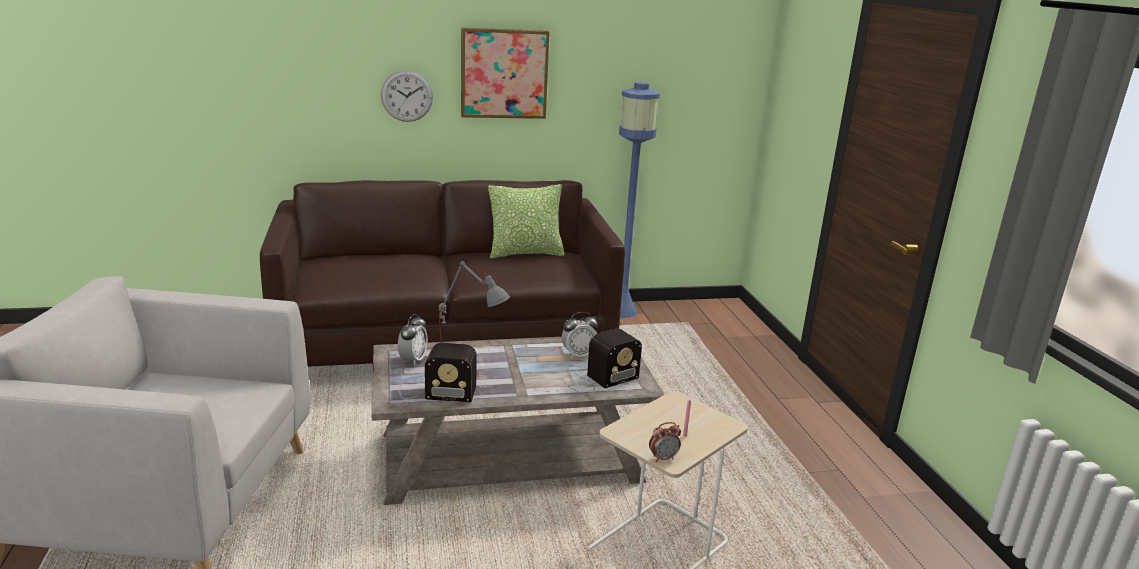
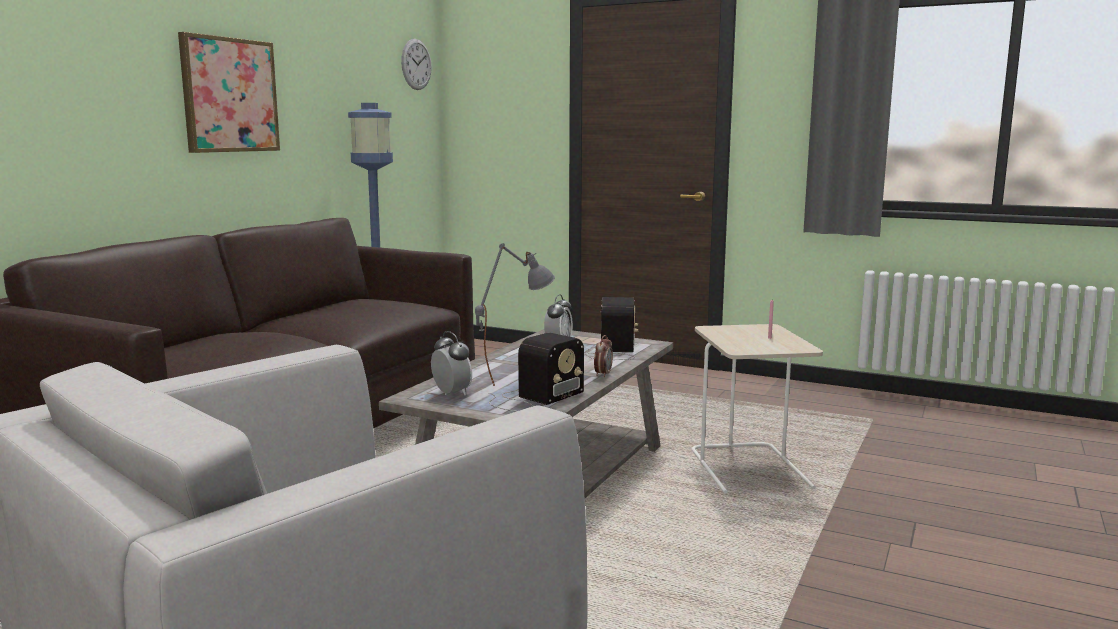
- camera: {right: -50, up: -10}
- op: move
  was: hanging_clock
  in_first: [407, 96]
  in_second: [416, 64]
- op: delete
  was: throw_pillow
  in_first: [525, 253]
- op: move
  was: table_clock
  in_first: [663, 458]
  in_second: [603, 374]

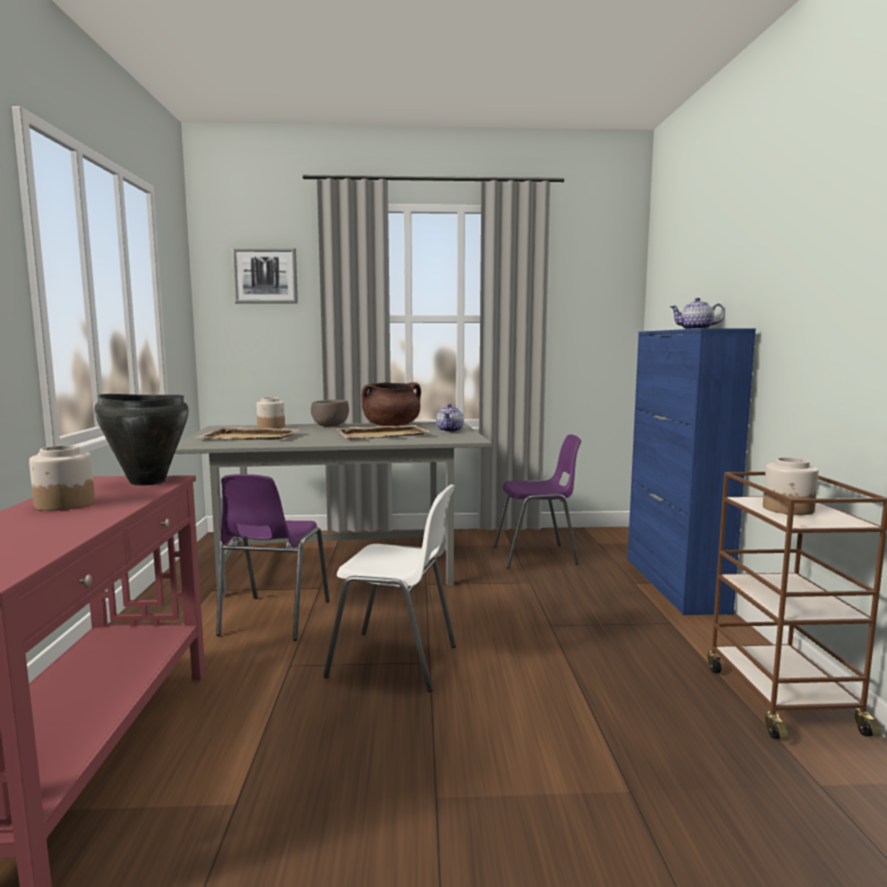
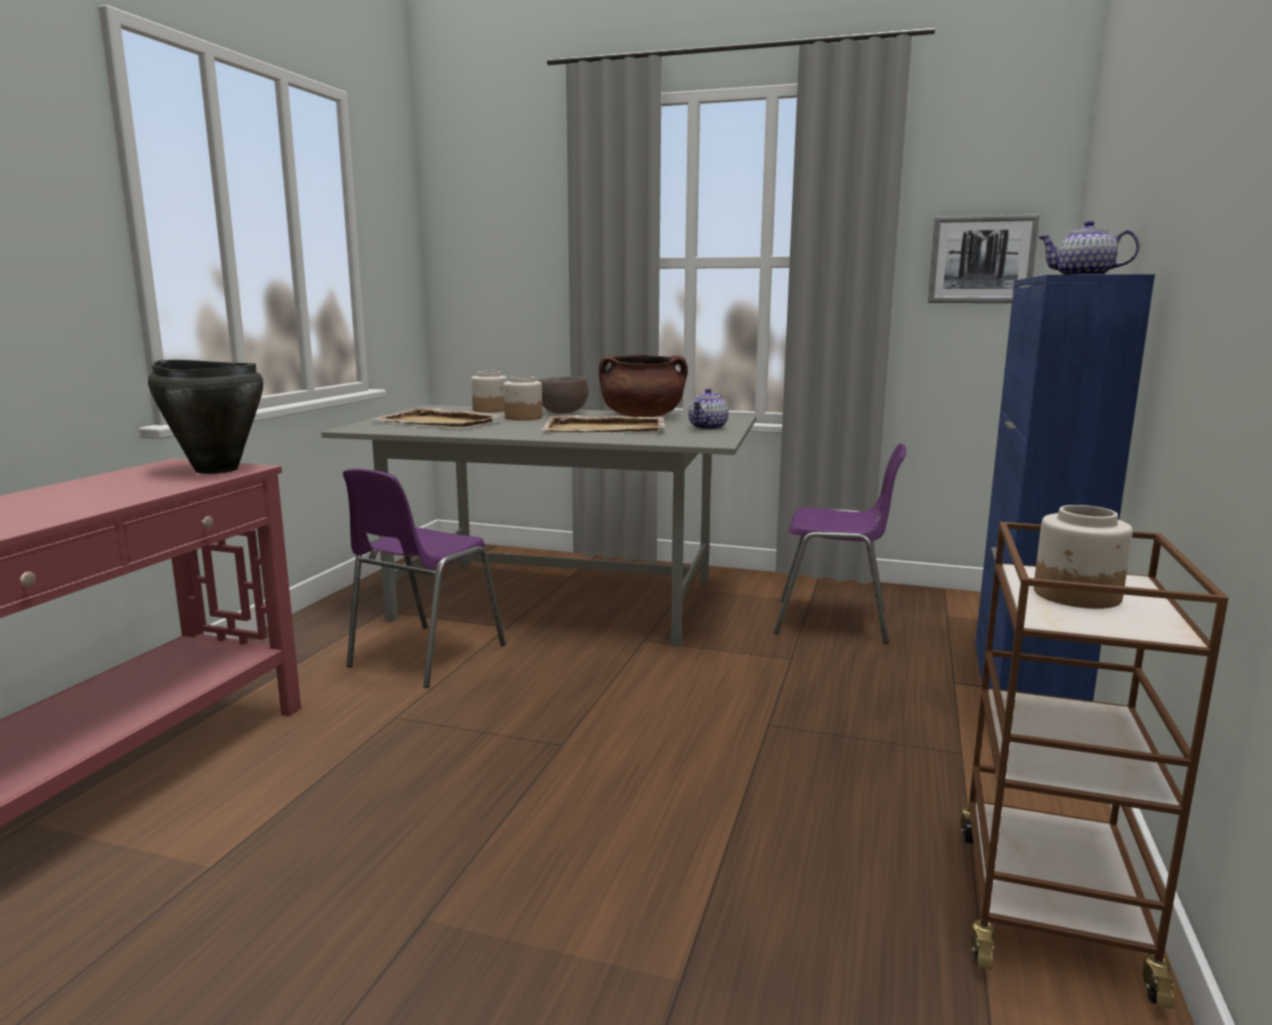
- camera: {right: 20, up: 5}
- op: move
  was: preserve_jar
  in_first: [64, 504]
  in_second: [523, 418]
- op: move
  was: picture
  in_first: [265, 276]
  in_second: [981, 260]
- op: delete
  was: white-coloured_plain_chair
  in_first: [396, 662]

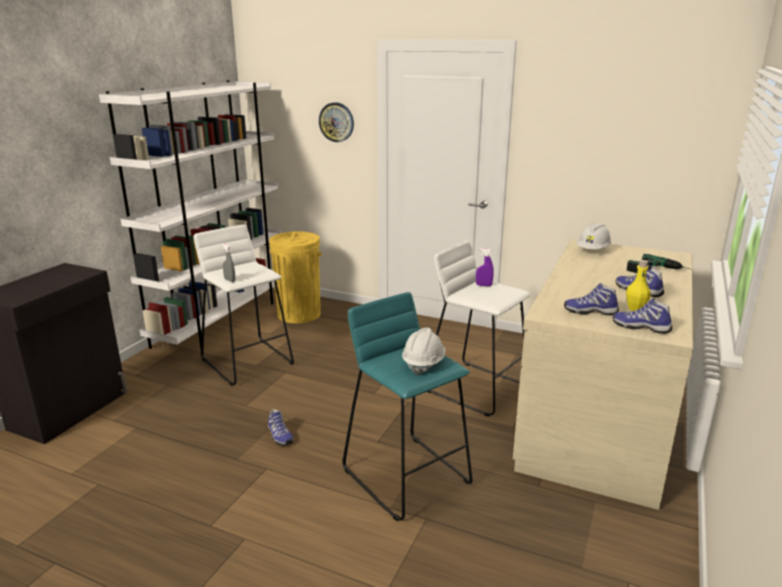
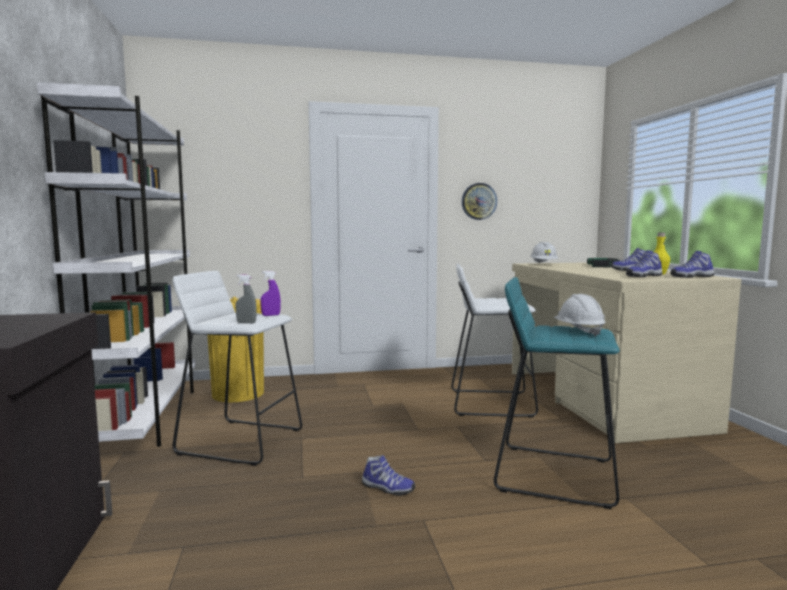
- camera: {right: -35, up: -15}
- op: move
  was: hanging_clock
  in_first: [336, 122]
  in_second: [479, 201]
- op: move
  was: purplish_sprayer
  in_first: [483, 285]
  in_second: [271, 315]

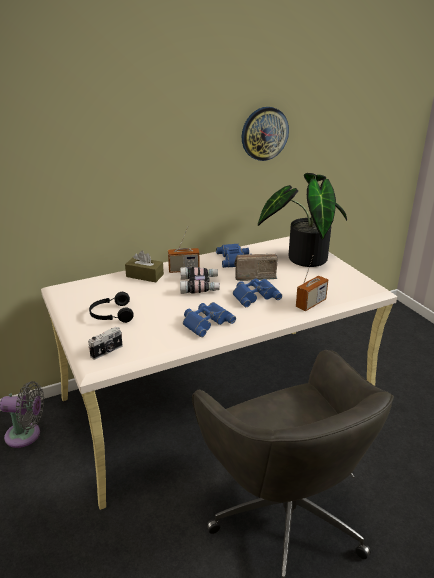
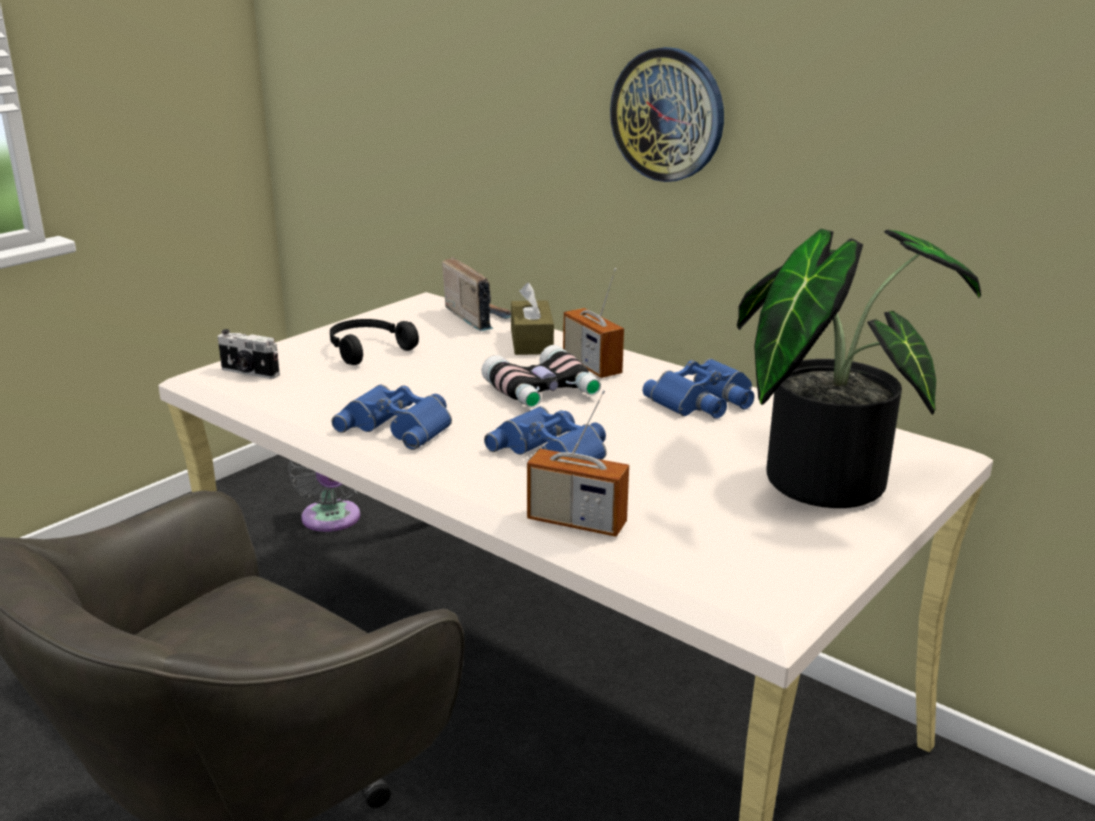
- camera: {right: 65, up: -5}
- op: move
  was: radio_receiver
  in_first: [253, 276]
  in_second: [477, 317]
- op: move
  was: hanging_clock
  in_first: [264, 133]
  in_second: [668, 115]

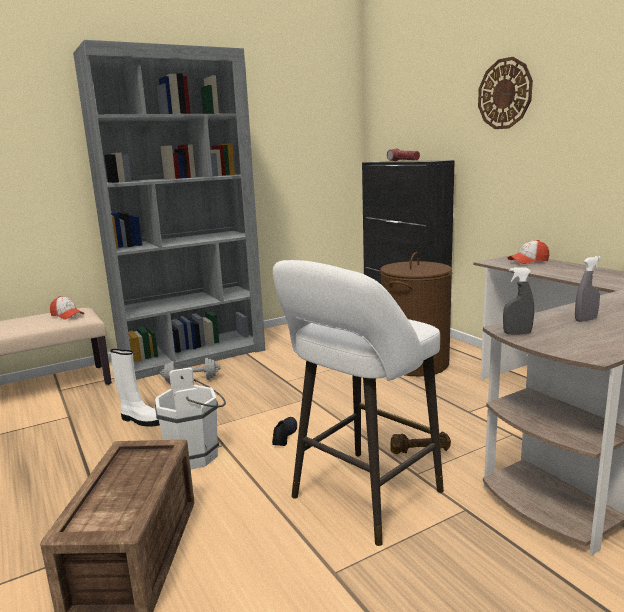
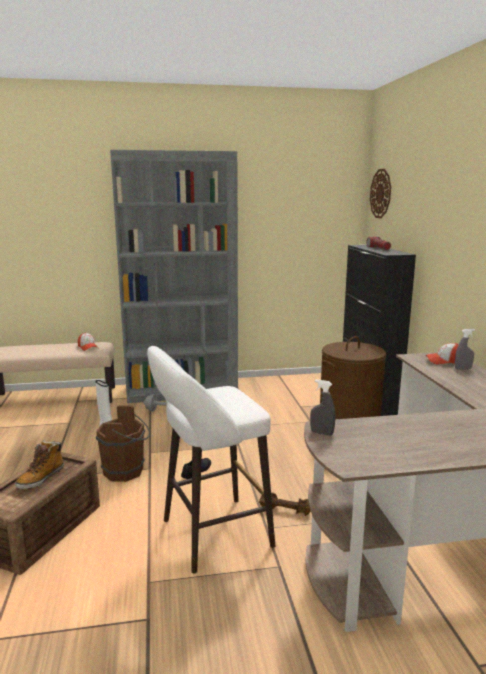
- camera: {right: 20, up: 0}
- op: recolor
  was: white-coloured_water_bucket
  now: brown-coloured_water_bucket
  in_first: [197, 455]
  in_second: [127, 471]
- op: move
  was: hanging_clock
  in_first: [504, 94]
  in_second: [381, 193]
- op: move
  was: grey_sprayer
  in_first: [585, 320]
  in_second: [463, 369]
- op: insert
  now: tall_boot
  in_second: [41, 478]

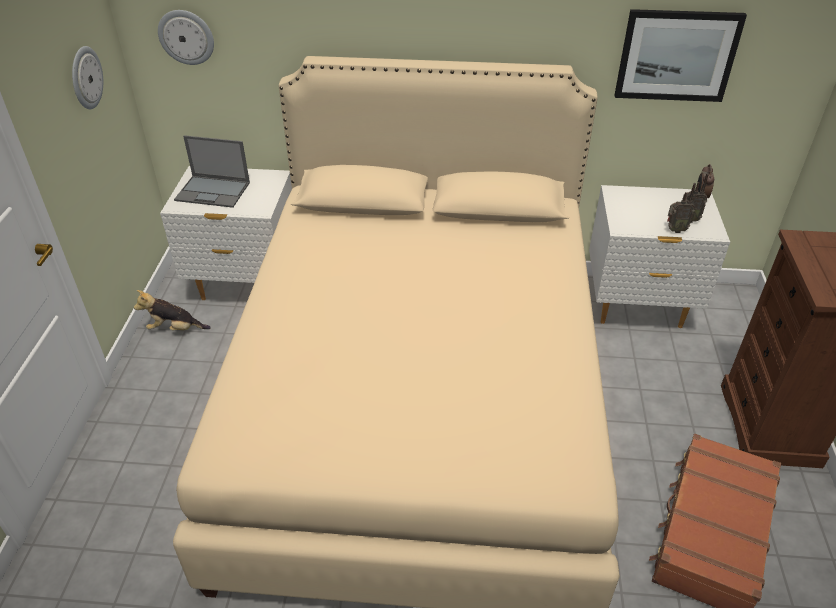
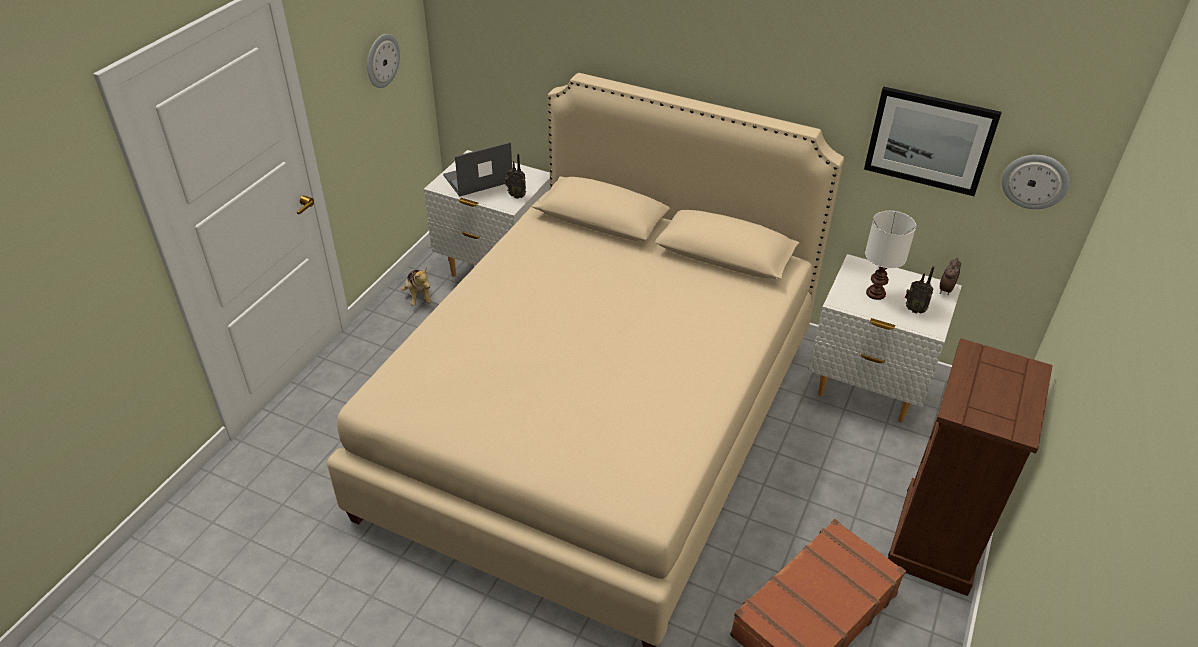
- camera: {right: 20, up: 0}
- op: rotate
  was: cuddly_toy
  in_first: [175, 329]
  in_second: [418, 296]
  clockwise: -135
- op: move
  was: hanging_clock
  in_first: [186, 37]
  in_second: [1035, 181]
- op: rotate
  was: portable_computer
  in_first: [214, 191]
  in_second: [477, 179]
  clockwise: 120
- op: move
  was: radio_receiver
  in_first: [675, 230]
  in_second: [517, 195]
- op: insert
  now: white-coloured_lamp_for_a_table
  in_second: [875, 294]

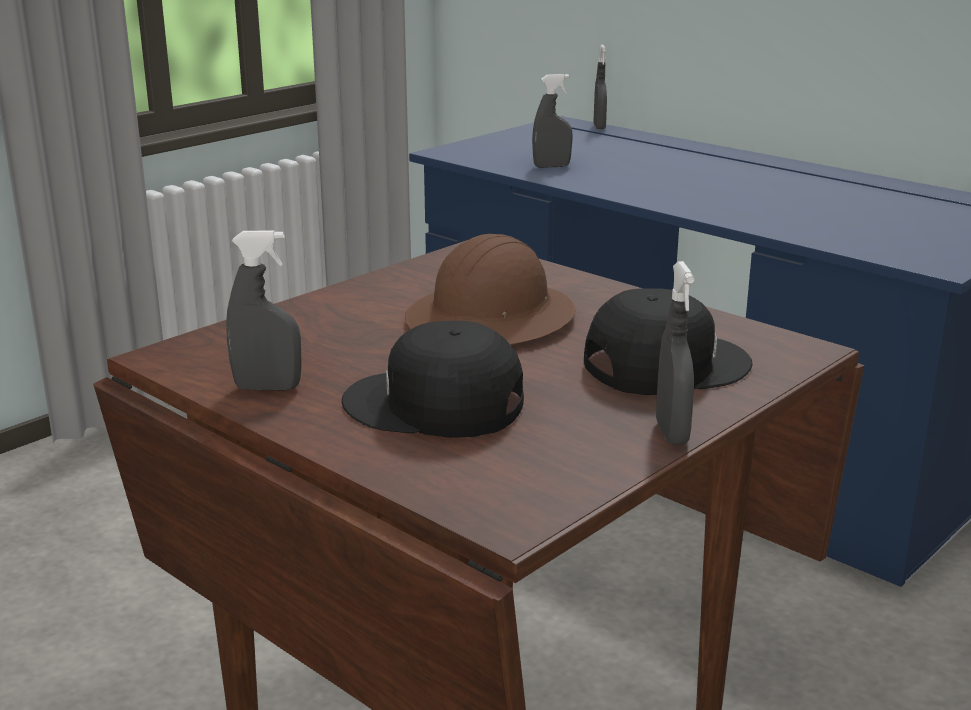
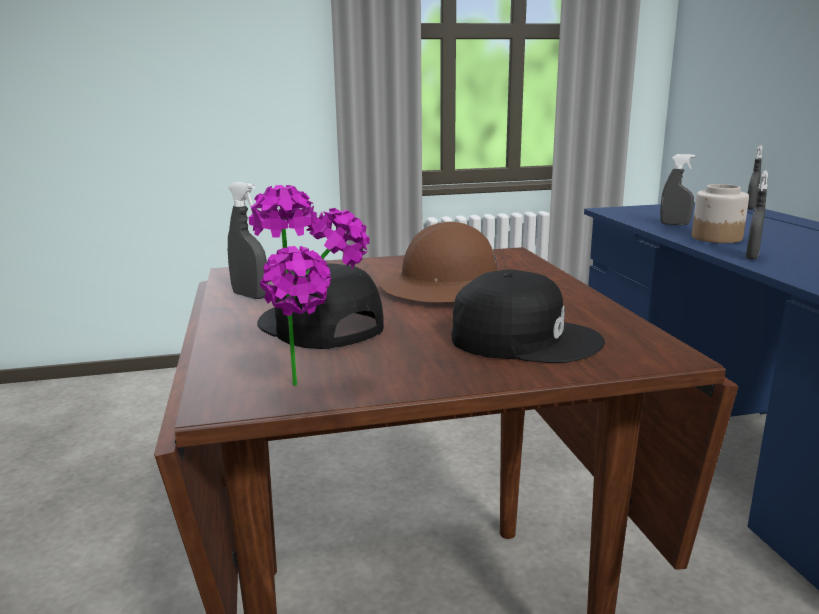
- camera: {right: 35, up: -5}
- op: move
  was: grey_sprayer
  in_first: [672, 433]
  in_second: [752, 257]
- op: insert
  now: potted_plant
  in_second: [318, 388]
- op: insert
  now: preserve_jar
  in_second: [717, 238]

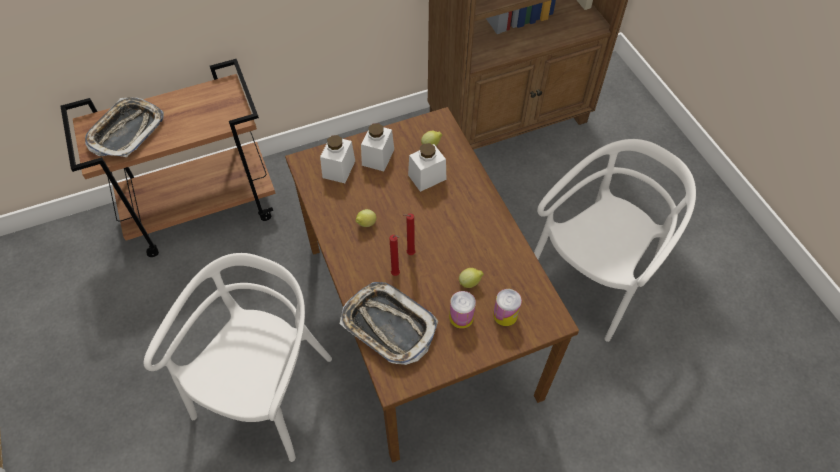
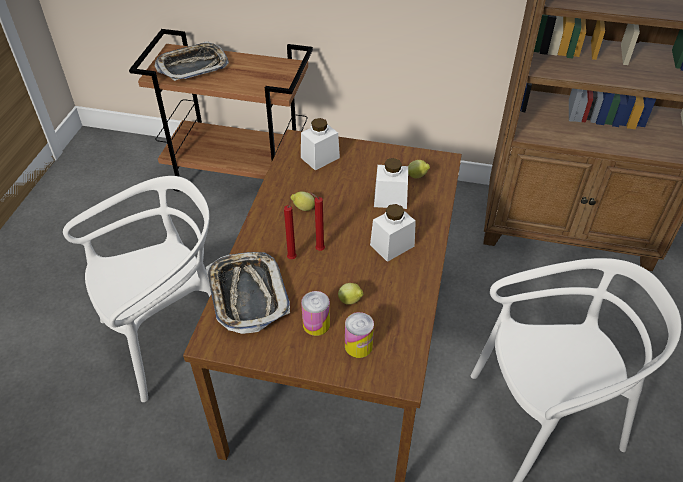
- camera: {right: 35, up: -10}
- op: move
  was: white-coloured_preserve_jar
  in_first: [378, 157]
  in_second: [392, 245]

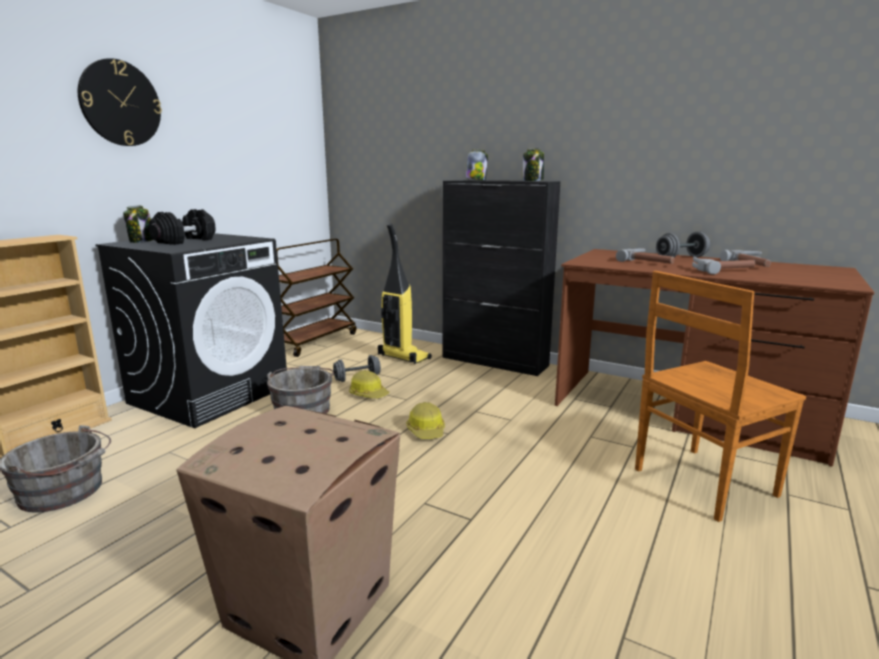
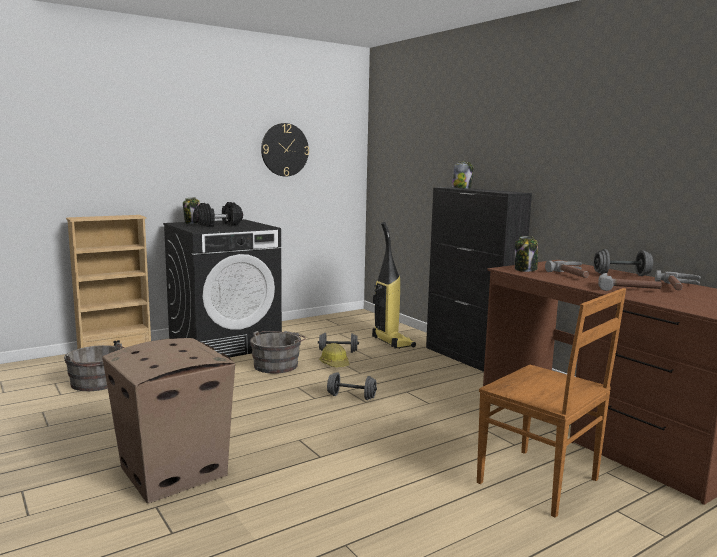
- camera: {right: 25, up: -5}
- op: move
  was: hanging_clock
  in_first: [120, 103]
  in_second: [284, 150]
- op: delete
  was: brown-coloured_cart
  in_first: [314, 341]
- op: replace
  was: work_helmet
  now: grey_free_weight
  in_first: [427, 431]
  in_second: [351, 397]
- op: move
  was: preserve_jar
  in_first: [533, 181]
  in_second: [525, 269]
- op: rotate
  was: brown-coloured_plain_chair
  in_first: [701, 483]
  in_second: [541, 482]
  clockwise: -135

